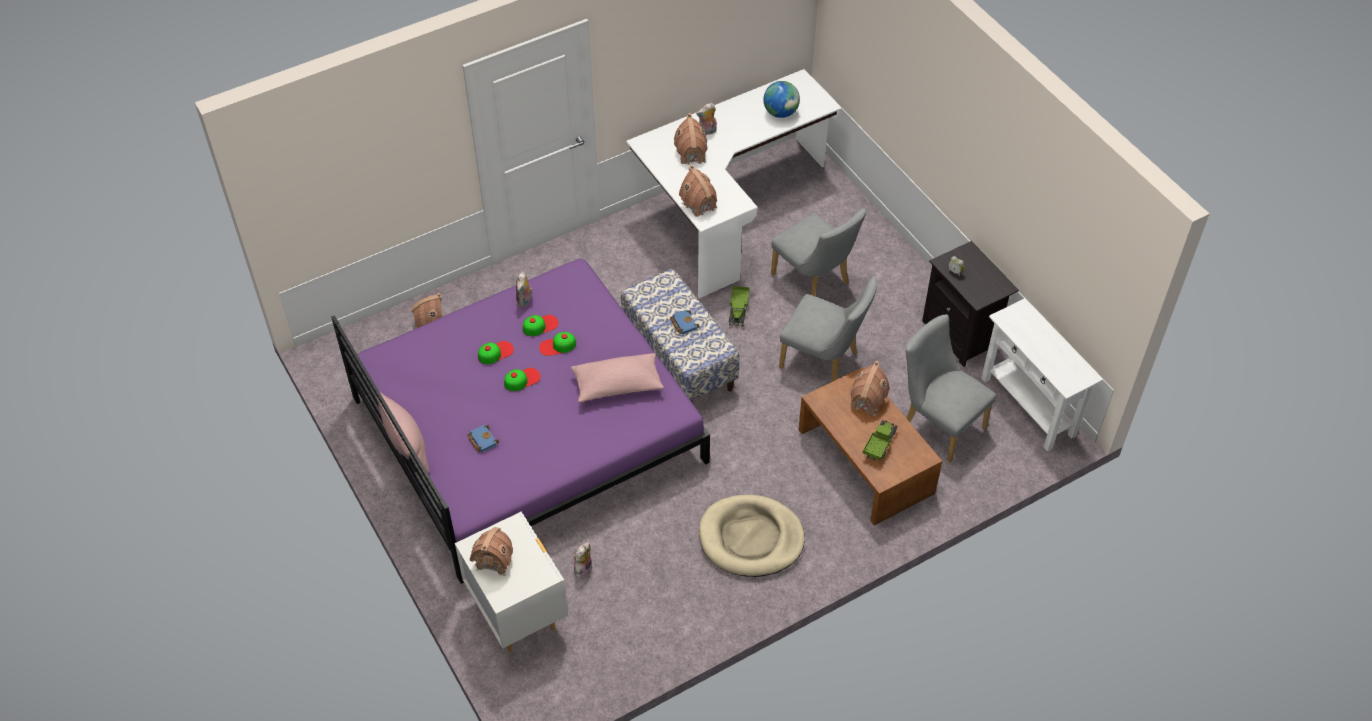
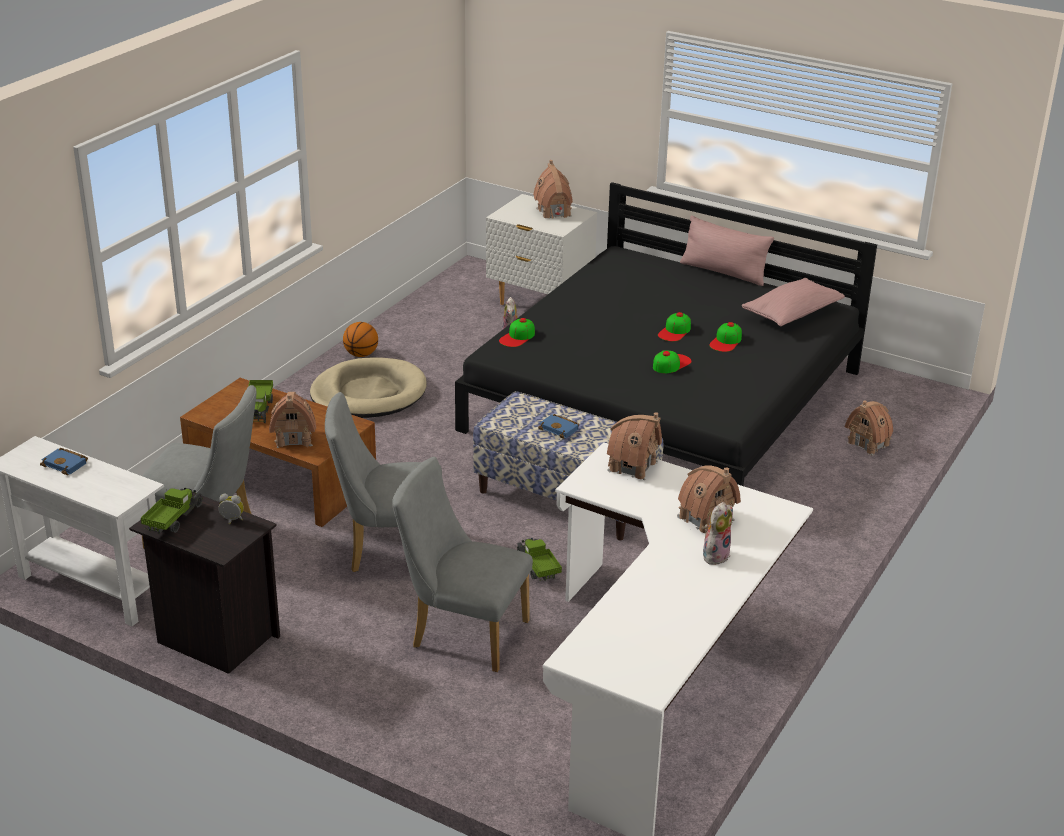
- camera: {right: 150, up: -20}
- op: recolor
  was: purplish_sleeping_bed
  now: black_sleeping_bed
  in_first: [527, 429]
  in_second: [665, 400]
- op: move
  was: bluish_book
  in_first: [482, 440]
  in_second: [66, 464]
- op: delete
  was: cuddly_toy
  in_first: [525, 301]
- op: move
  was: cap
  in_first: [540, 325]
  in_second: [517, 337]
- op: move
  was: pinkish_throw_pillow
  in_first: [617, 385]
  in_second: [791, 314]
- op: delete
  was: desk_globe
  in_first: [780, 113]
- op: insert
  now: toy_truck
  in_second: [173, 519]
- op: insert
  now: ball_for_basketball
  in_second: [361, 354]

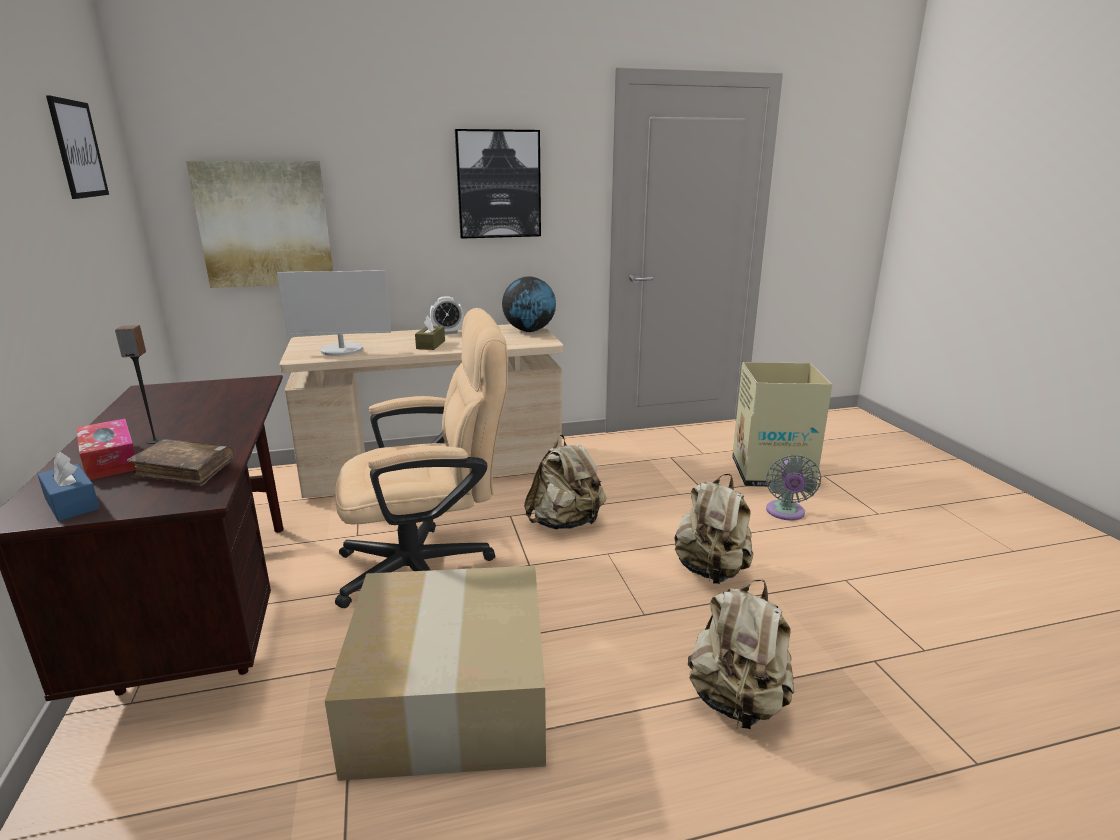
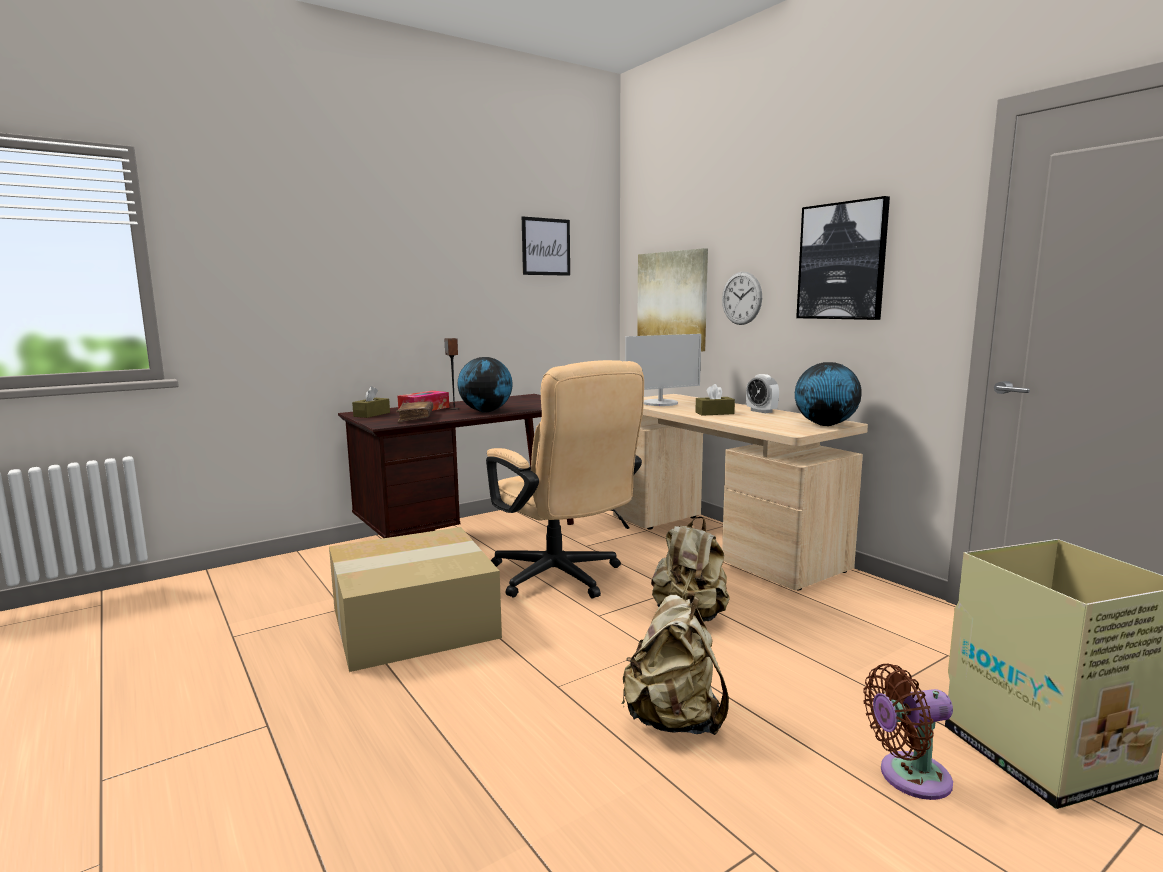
- camera: {right: 70, up: -10}
- op: recolor
  was: bluish_tissue_holder
  now: brown-coloured_tissue_holder
  in_first: [72, 504]
  in_second: [372, 414]
- op: rotate
  was: monitor
  in_first: [342, 350]
  in_second: [660, 403]
  clockwise: -90
- op: delete
  was: beige-coloured_rucksack
  in_first: [737, 702]
- op: recolor
  was: grey_electric_fan
  now: brown-coloured_electric_fan
  in_first: [785, 513]
  in_second: [908, 777]
- op: insert
  now: desk_globe
  in_second: [486, 411]
- op: insert
  now: hanging_clock
  in_second: [741, 298]

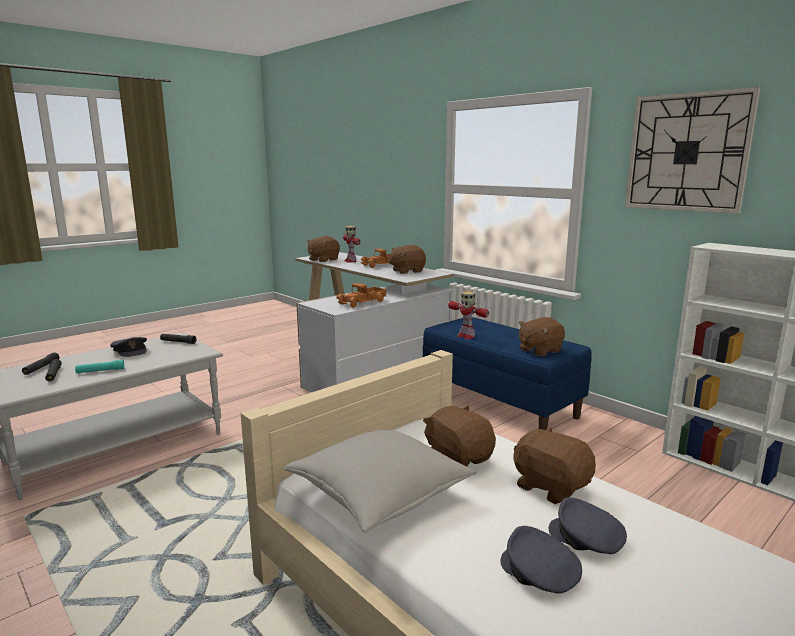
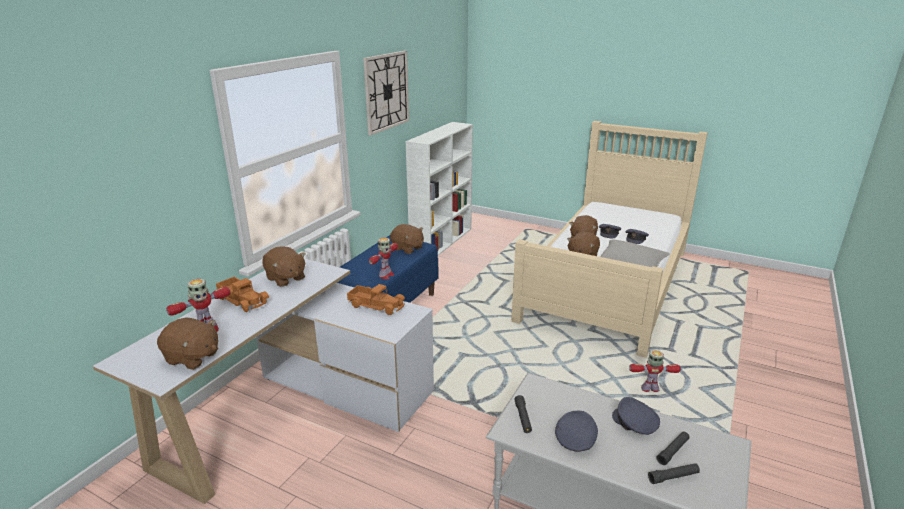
- camera: {right: -110, up: 10}
- op: replace
  was: turquoise_flashlight
  now: grey_cap
  in_first: [100, 371]
  in_second: [634, 423]
- op: insert
  now: robot_figure
  in_second: [650, 389]

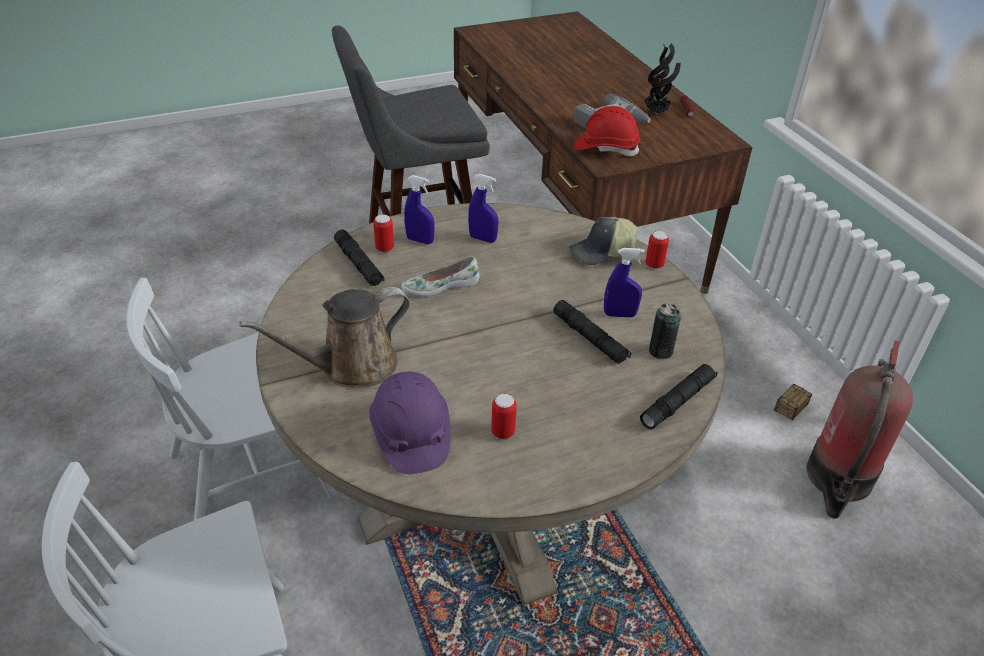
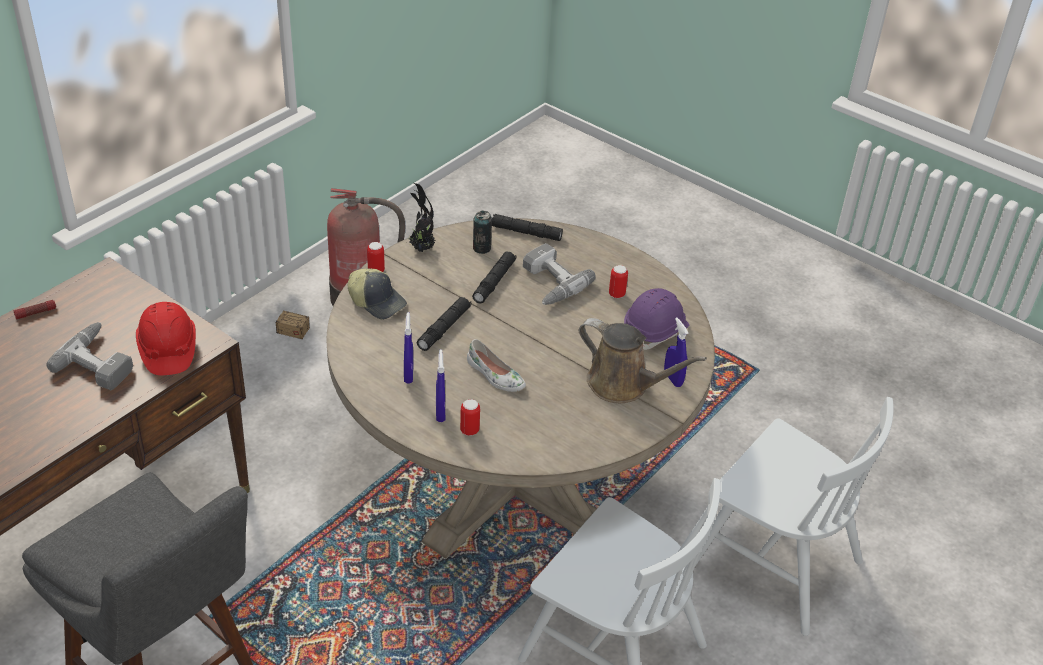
- camera: {right: -120, up: 0}
- op: move
  was: black_flashlight
  in_first: [359, 264]
  in_second: [444, 328]
- op: move
  was: bluish_sprayer
  in_first: [619, 314]
  in_second: [673, 379]
- op: move
  was: potted_plant
  in_first: [657, 113]
  in_second: [421, 249]
- op: insert
  now: electric_drill
  in_second: [548, 283]

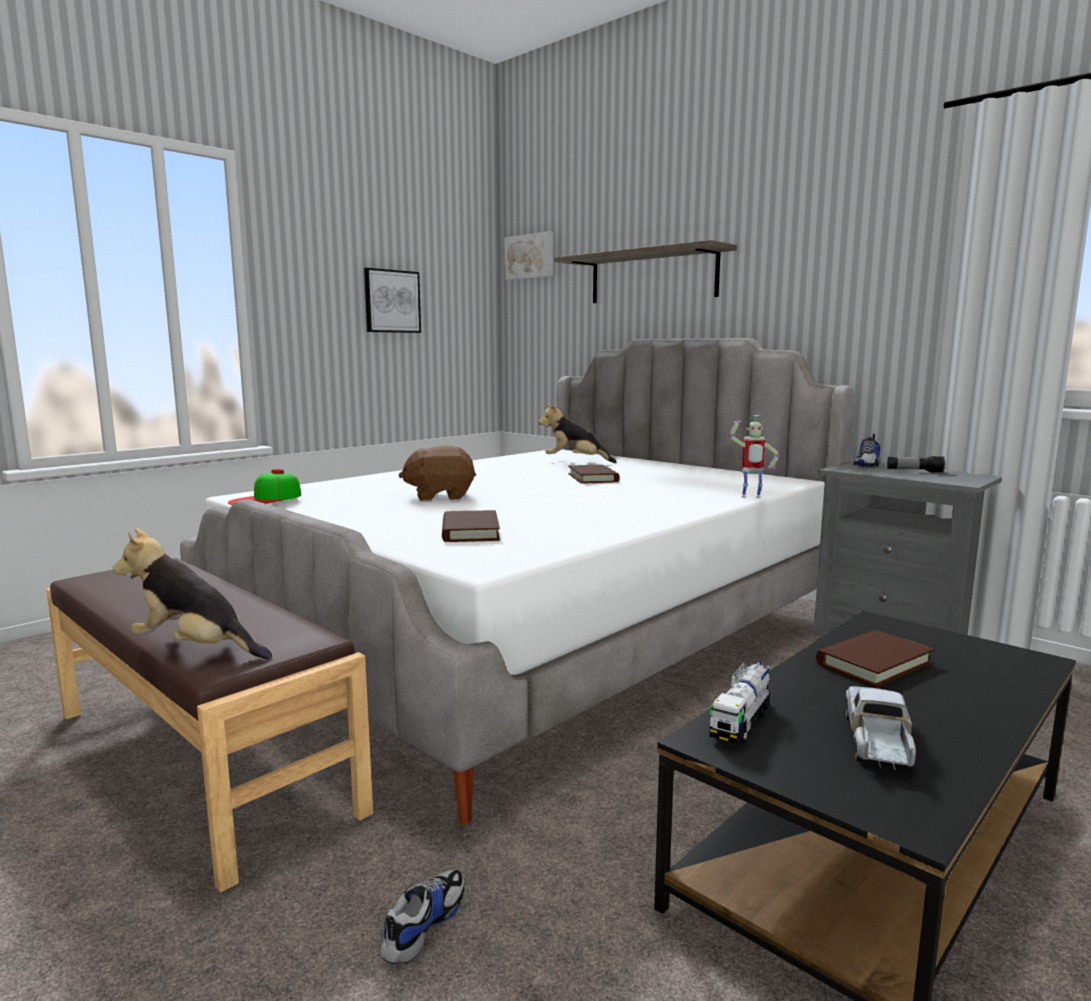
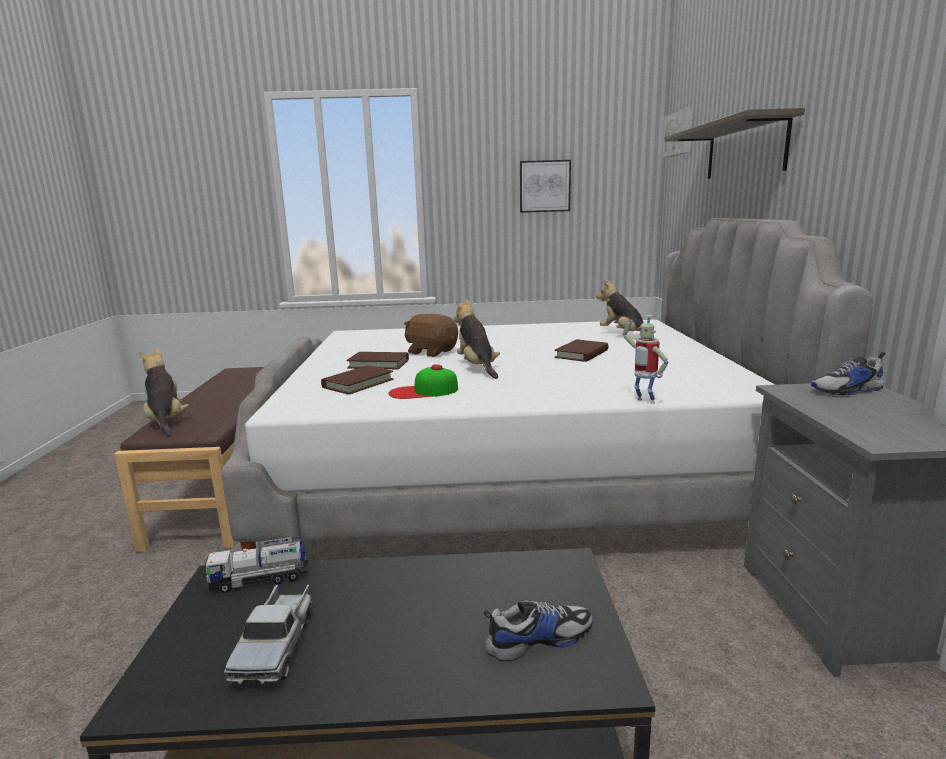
- camera: {right: 45, up: 5}
- op: move
  was: cap
  in_first: [266, 499]
  in_second: [423, 391]
- op: move
  was: item_of_footwear
  in_first: [423, 924]
  in_second: [538, 640]
- op: move
  was: brown-coloured_book
  in_first: [874, 663]
  in_second: [378, 364]
- op: rotate
  was: toy_truck
  in_first: [878, 742]
  in_second: [276, 645]
  clockwise: 120
- op: delete
  was: flashlight
  in_first: [914, 471]
- op: insert
  now: cuddly_toy
  in_second: [477, 367]

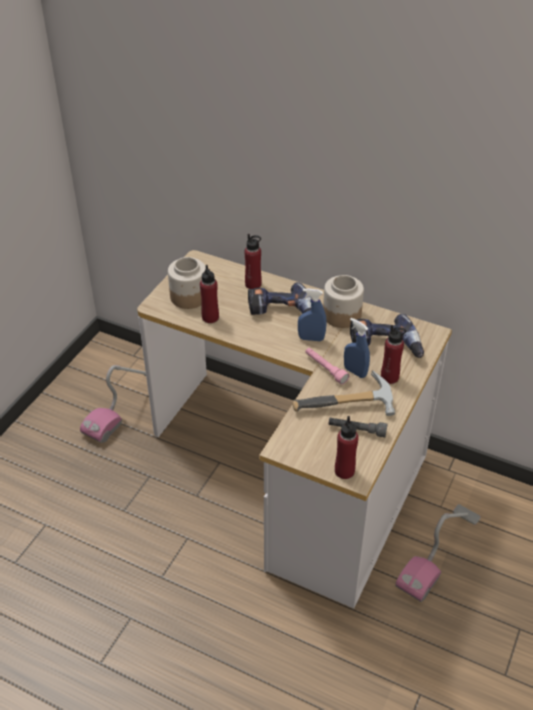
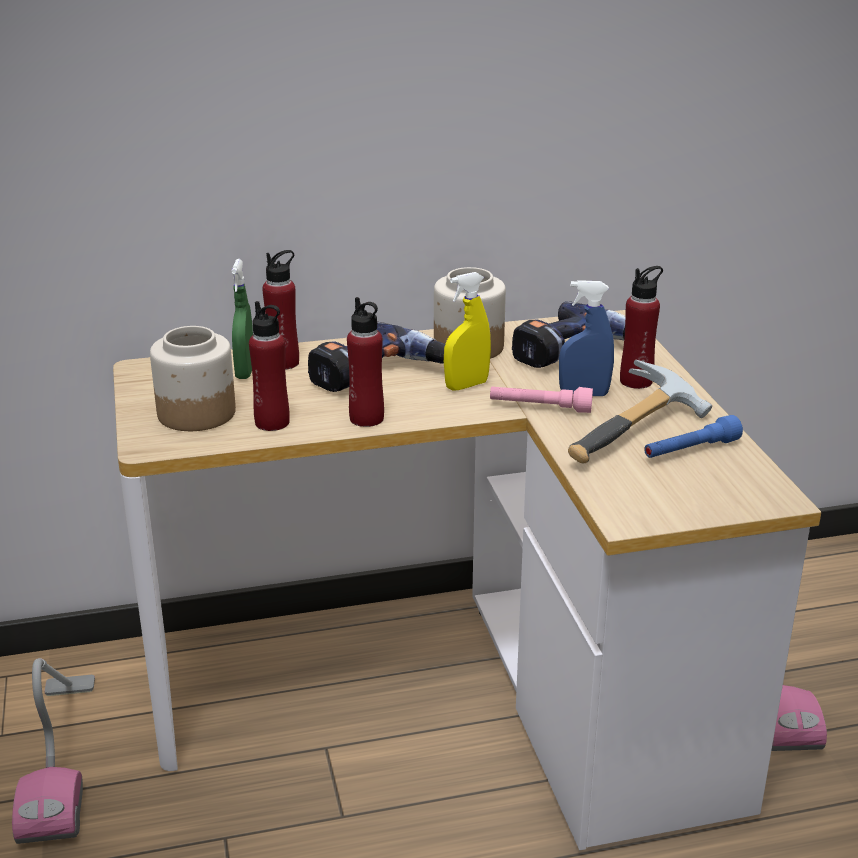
- camera: {right: -40, up: -15}
- op: recolor
  was: bluish_sprayer
  now: yellow_sprayer
  in_first: [311, 338]
  in_second: [466, 385]
- op: recolor
  was: grey_flashlight
  now: bluish_flashlight
  in_first: [357, 430]
  in_second: [690, 450]
- op: move
  was: red_beverage_bottle
  in_first: [344, 471]
  in_second: [366, 418]
- op: insert
  now: green_sprayer
  in_second: [245, 371]

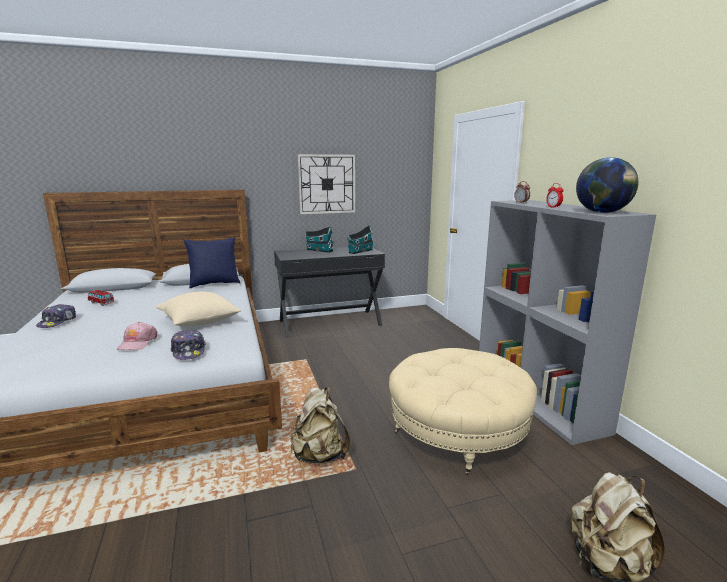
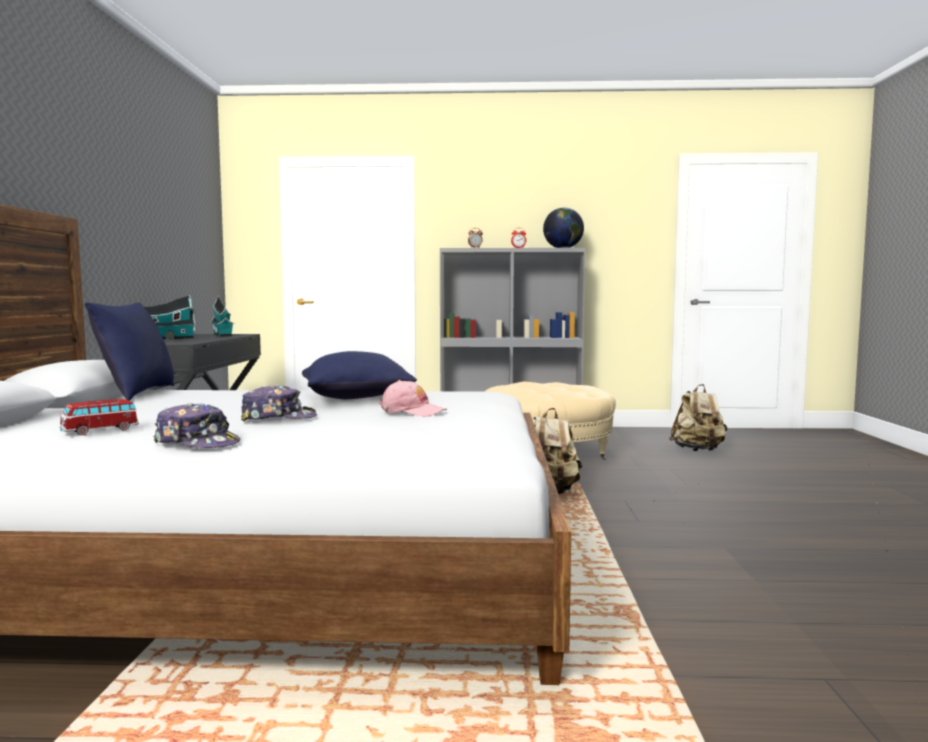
- camera: {right: -70, up: -10}
- op: recolor
  was: beige-coloured_throw_pillow
  now: bluish_throw_pillow
  in_first: [199, 322]
  in_second: [356, 398]
- op: move
  was: cap
  in_first: [189, 351]
  in_second: [279, 418]
- op: delete
  was: hanging_clock
  in_first: [327, 184]

